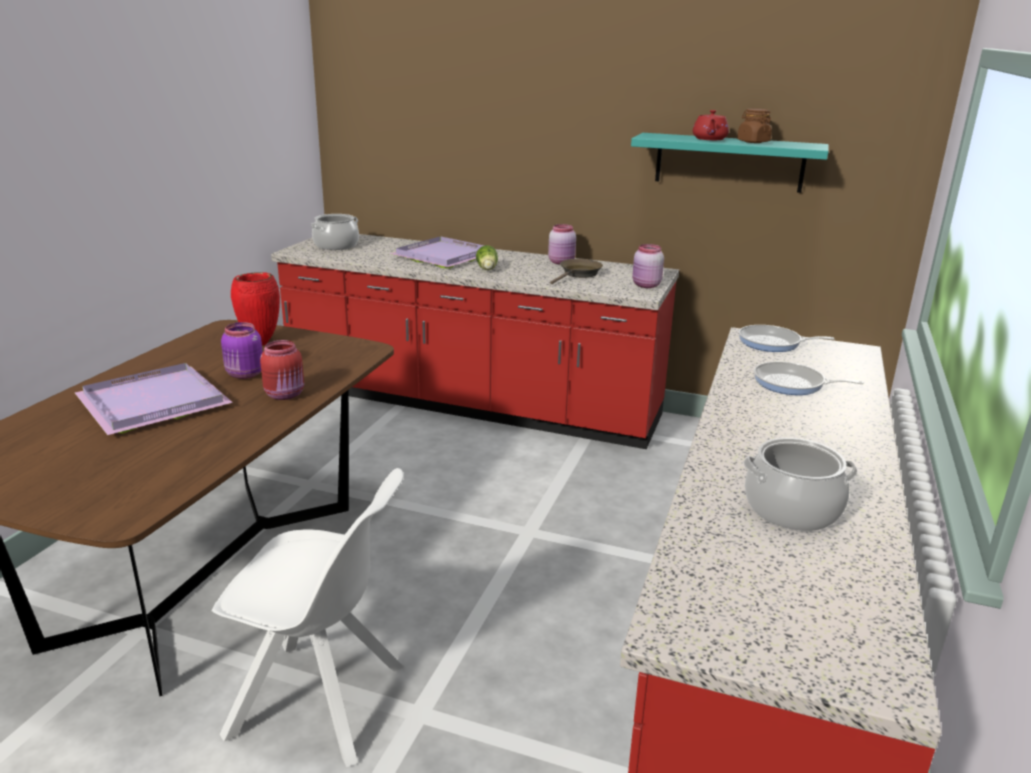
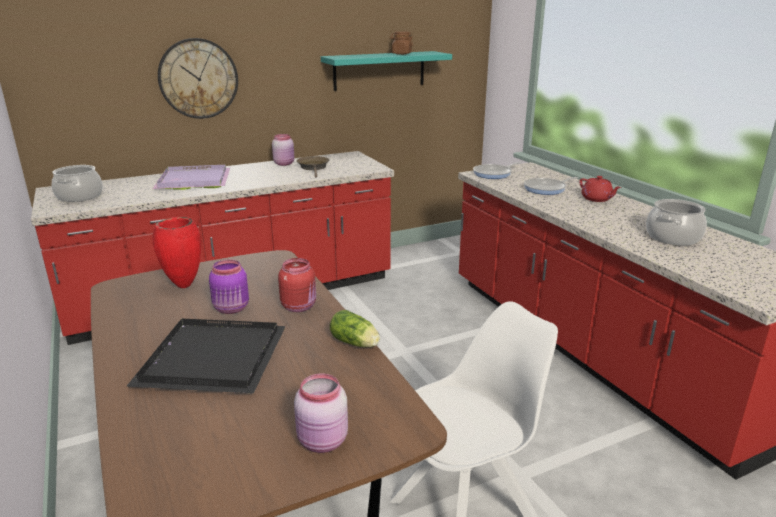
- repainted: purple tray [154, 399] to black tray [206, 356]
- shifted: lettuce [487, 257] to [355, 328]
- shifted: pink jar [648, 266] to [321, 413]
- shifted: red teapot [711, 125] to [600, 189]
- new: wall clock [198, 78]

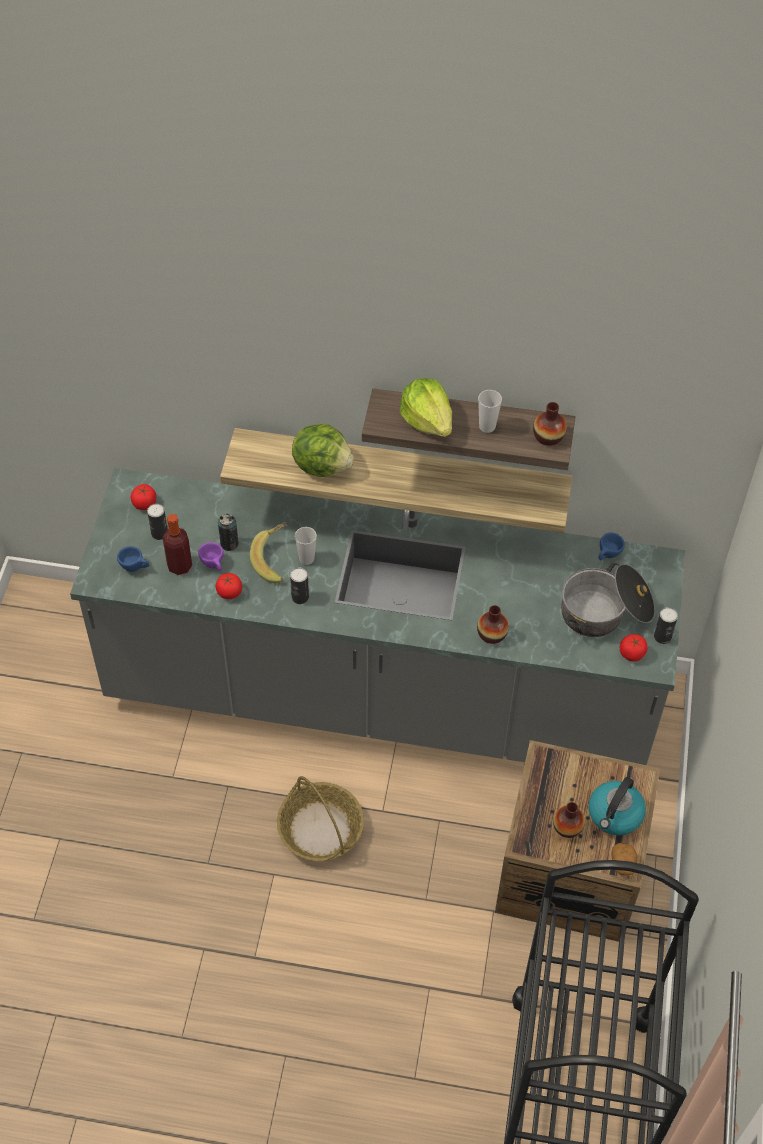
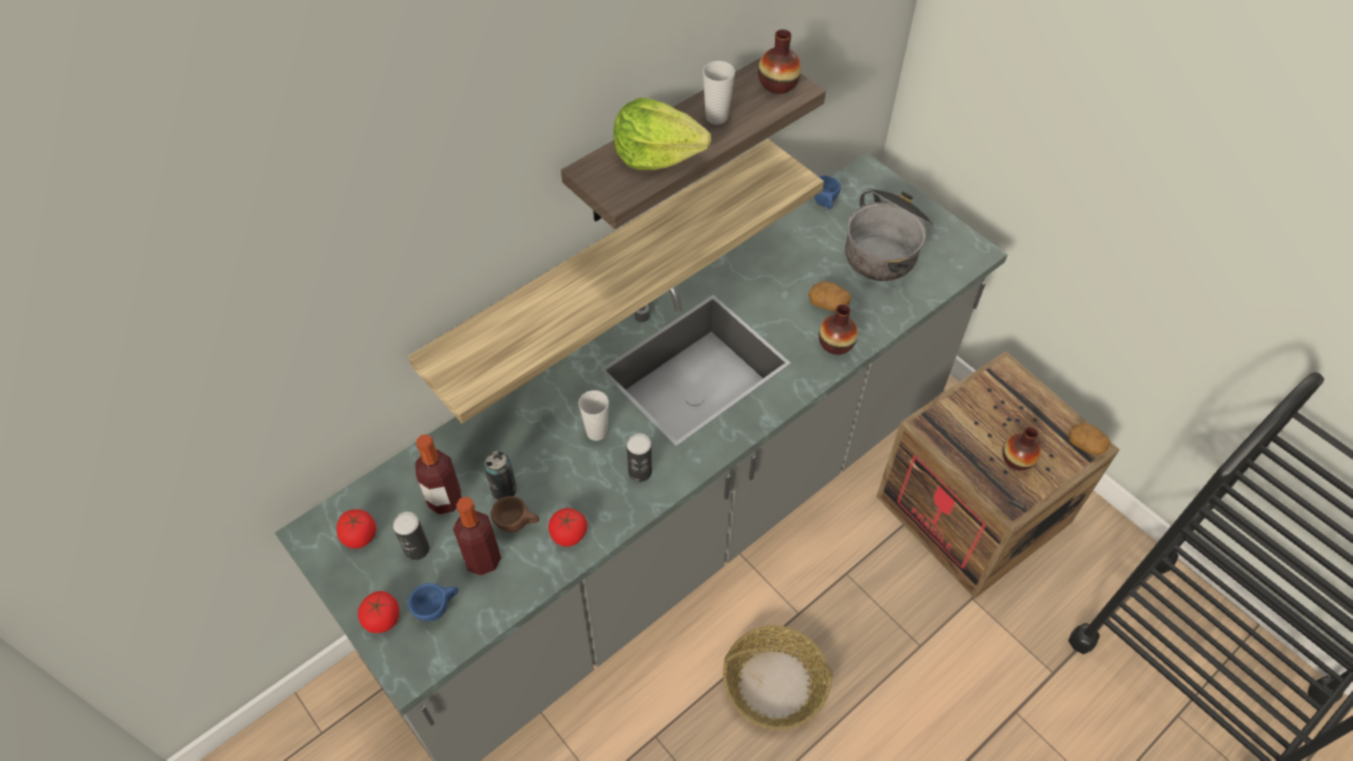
- repainted: purple cup [211, 556] to brown cup [515, 514]
- gone: banana [268, 552]
- gone: lettuce [323, 450]
- gone: kettle [617, 806]
- shifted: tomato [633, 648] to [378, 612]
- gone: can [666, 625]
- new: bottle [438, 474]
- new: potato [830, 296]

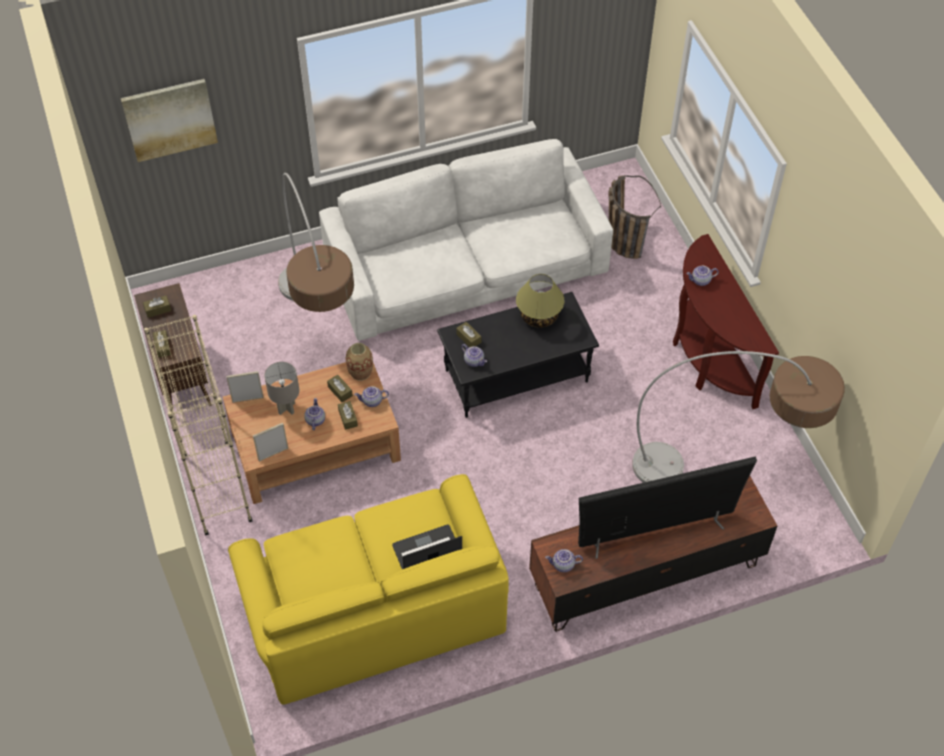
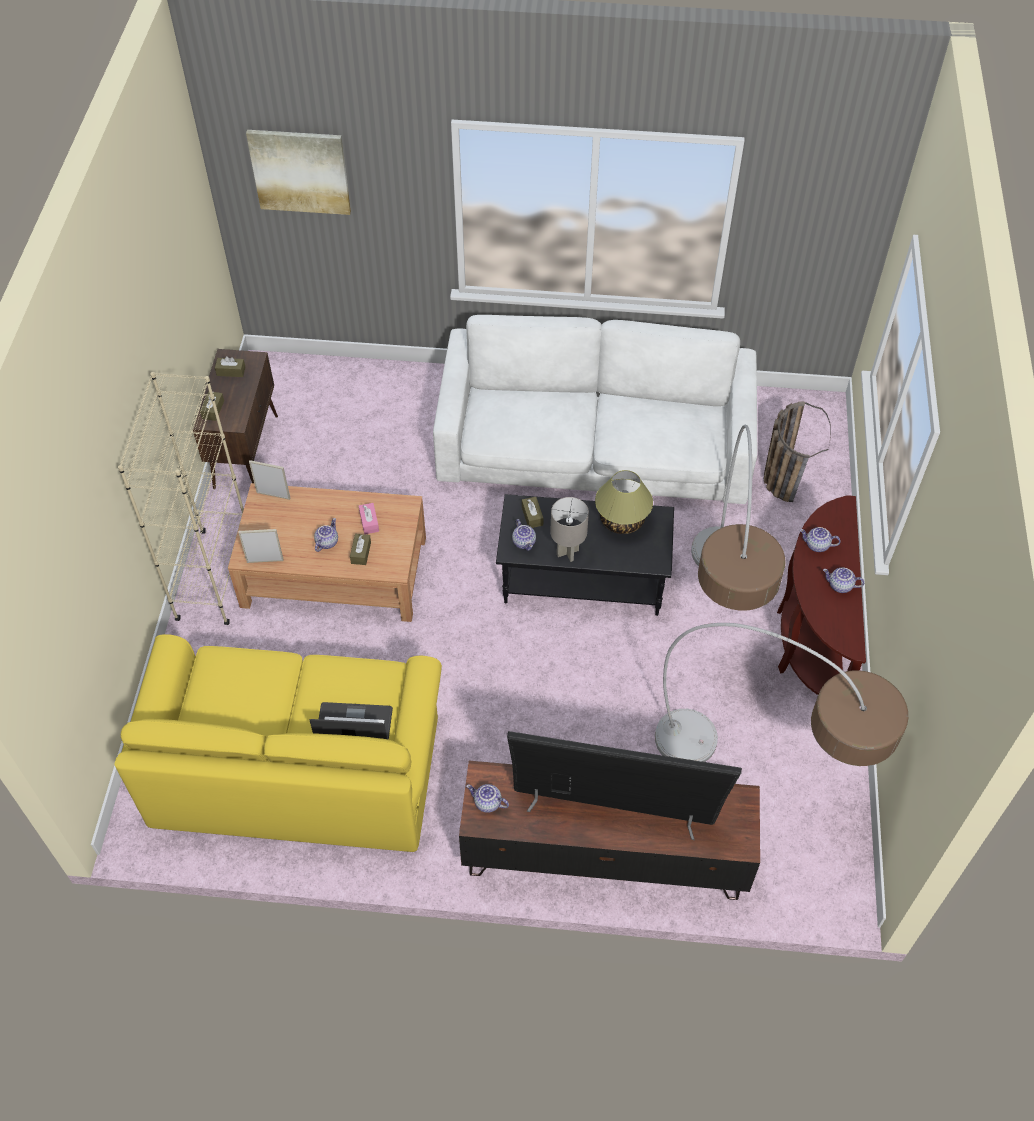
- shifted: grey table lamp [281, 388] to [569, 529]
- shifted: floor lamp [316, 242] to [738, 517]
- repainted: brown tissue box [340, 388] to pink tissue box [369, 518]
- gone: vase [359, 362]
- shifted: teapot [371, 396] to [843, 580]

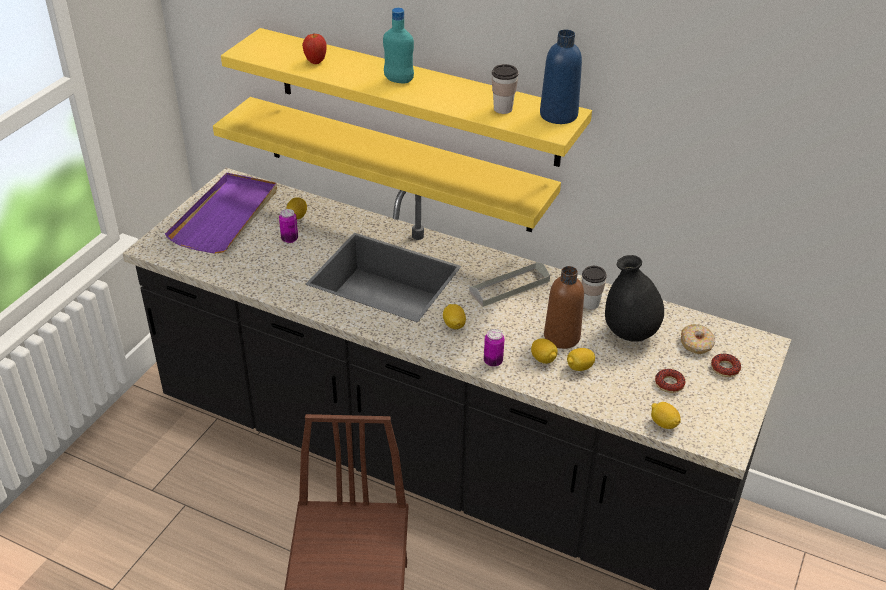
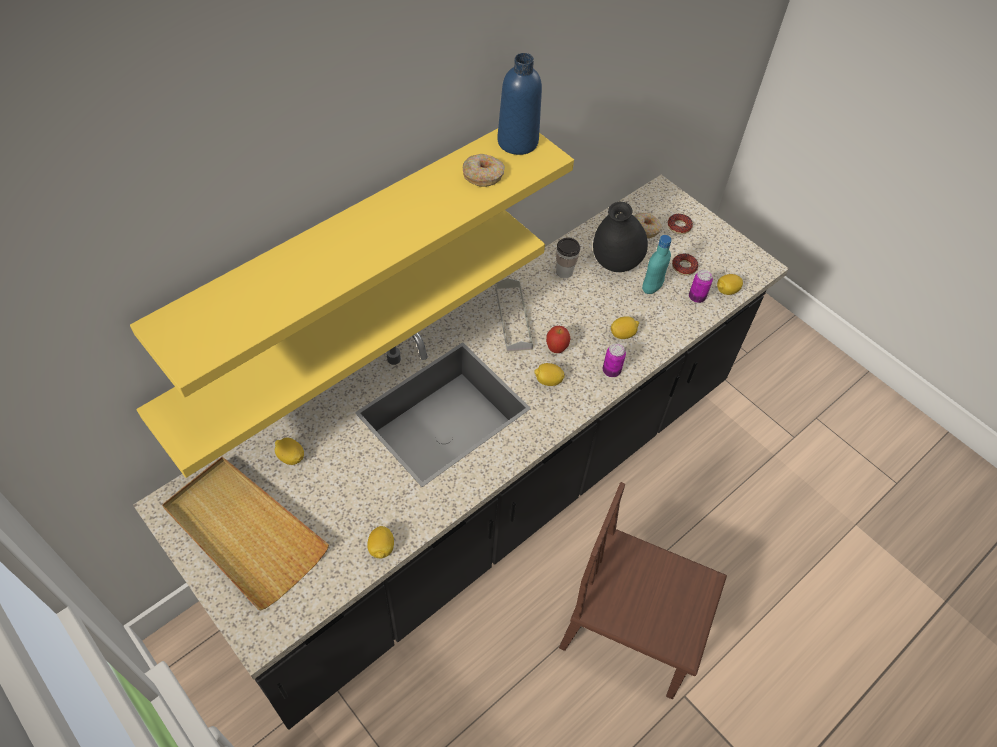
- repainted: purple tray [221, 213] to beige tray [245, 533]
- shifted: can [288, 226] to [701, 286]
- shifted: apple [314, 49] to [558, 339]
- shifted: turquoise bottle [398, 45] to [657, 264]
- swapped: cup [505, 89] to donut [484, 170]
- gone: brown bottle [564, 307]
- shifted: lemon [581, 359] to [380, 542]

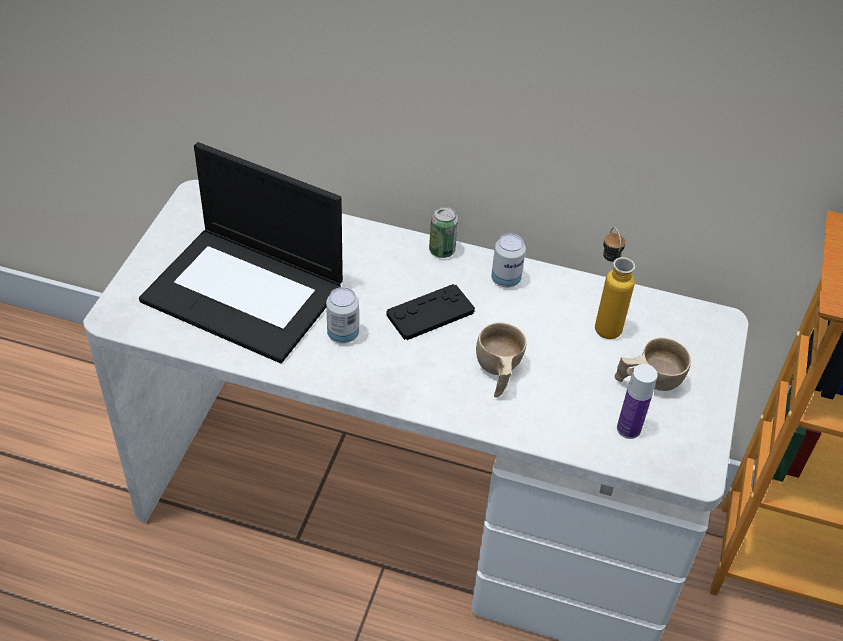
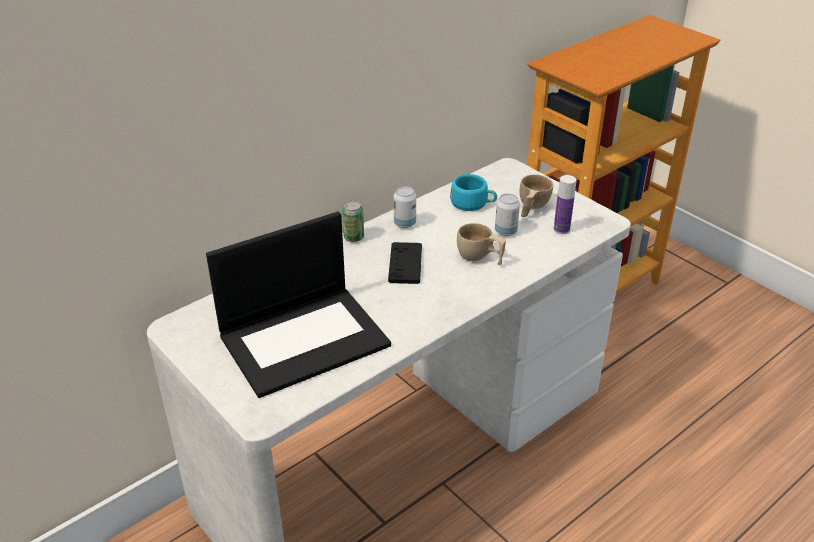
- shifted: can [342, 315] to [507, 214]
- swapped: bottle [615, 283] to turquoise cup [473, 192]

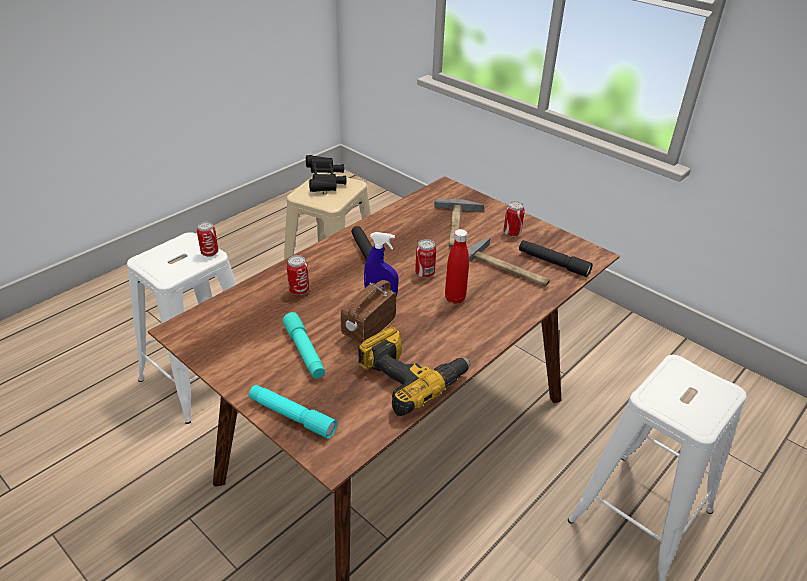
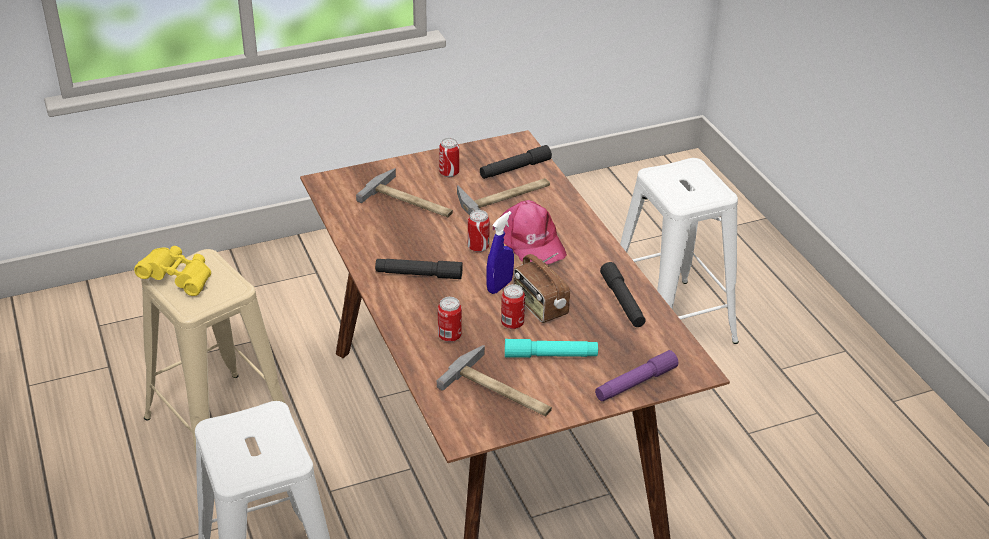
- shifted: can [208, 239] to [513, 306]
- repainted: turquoise flashlight [293, 412] to purple flashlight [636, 375]
- repainted: black binoculars [326, 173] to yellow binoculars [172, 271]
- swapped: power drill [414, 371] to black flashlight [623, 294]
- swapped: red bottle [457, 266] to pink cap [530, 232]
- new: hammer [494, 381]

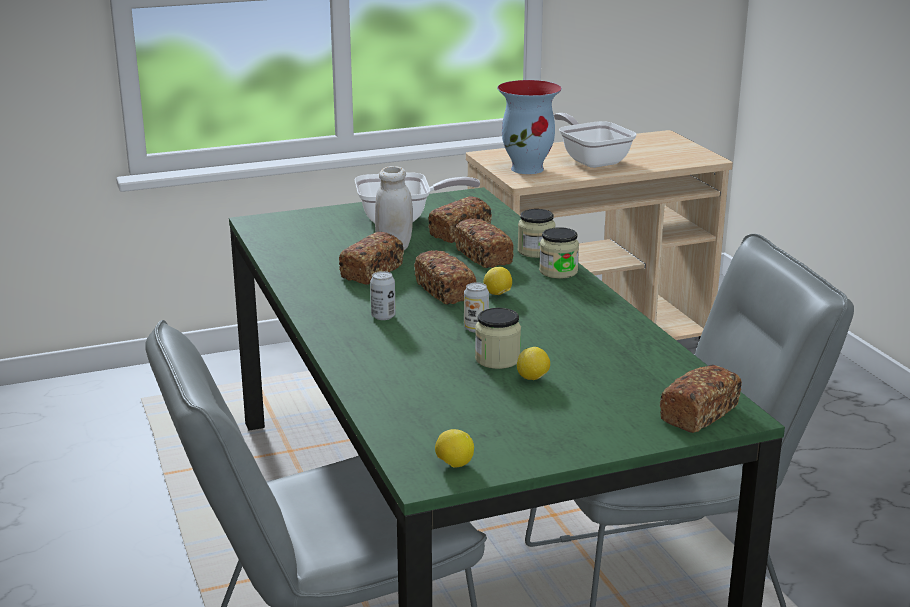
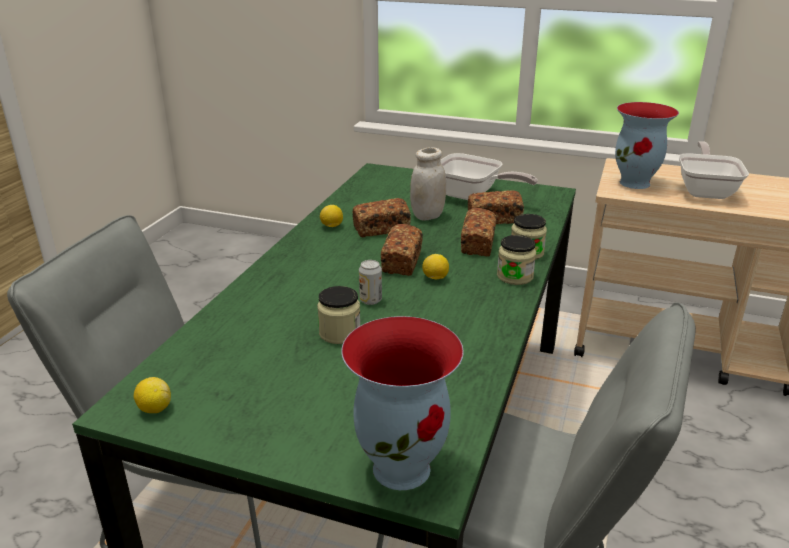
- gone: can [383, 295]
- shifted: lemon [533, 363] to [331, 216]
- swapped: bread [701, 399] to vase [402, 403]

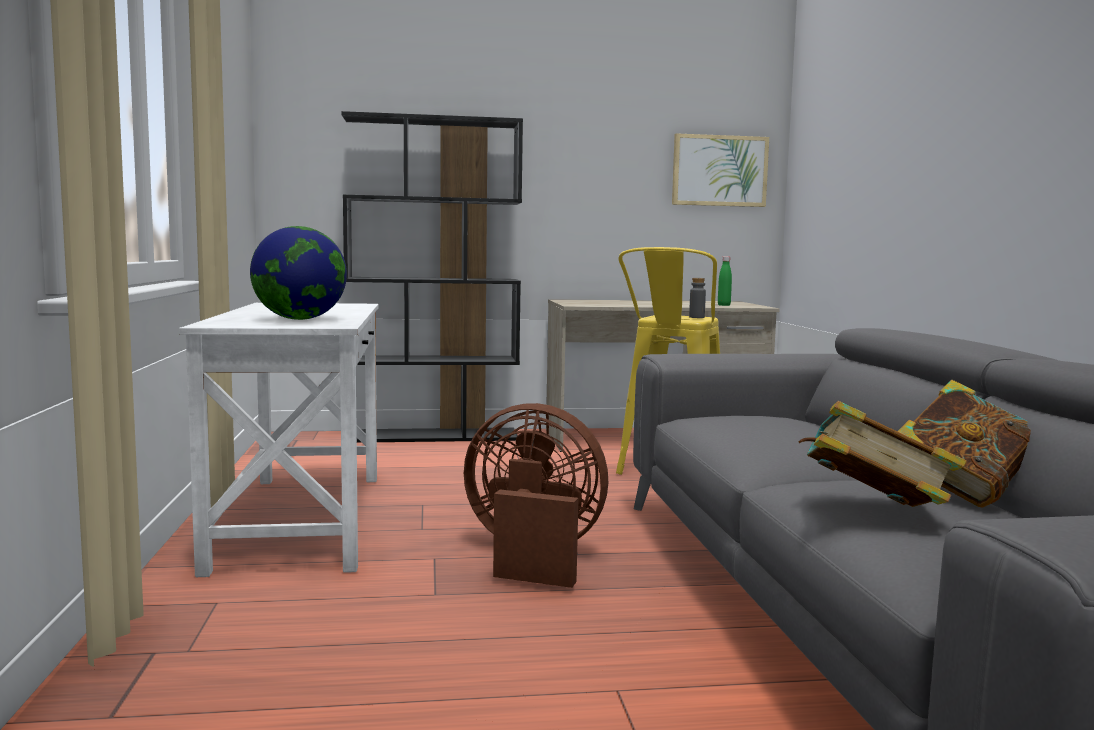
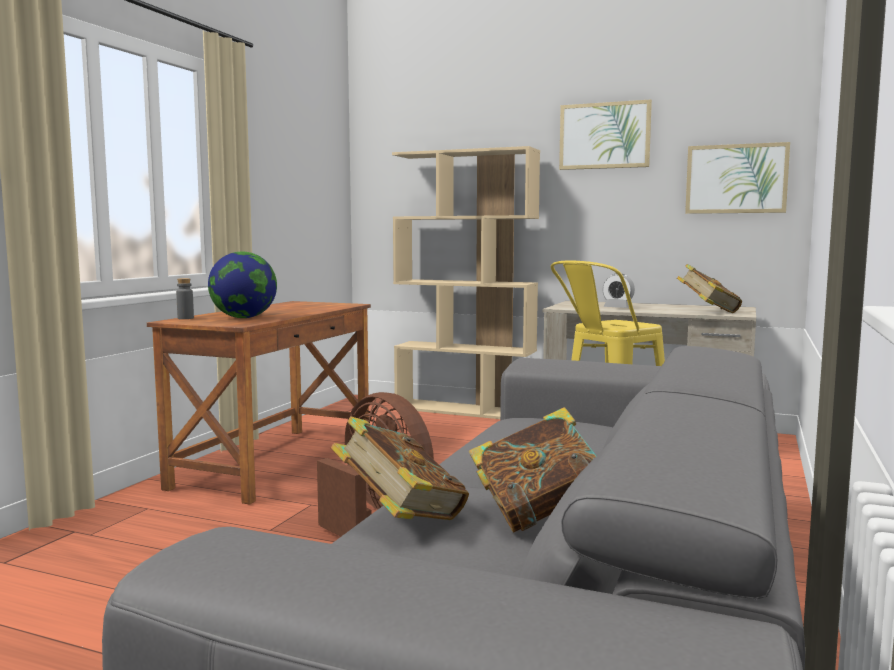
- repainted: white desk [279, 440] to brown desk [259, 403]
- repainted: black bookcase [432, 277] to beige bookcase [466, 282]
- shifted: grey bottle [697, 298] to [185, 298]
- swapped: green bottle [725, 281] to book [709, 288]
- new: picture [605, 134]
- new: alarm clock [618, 291]

